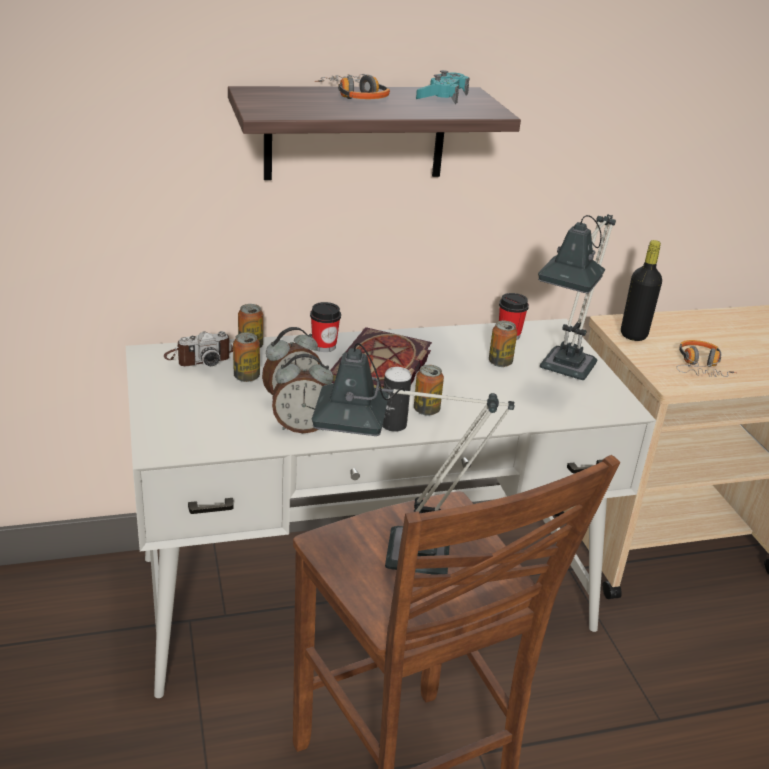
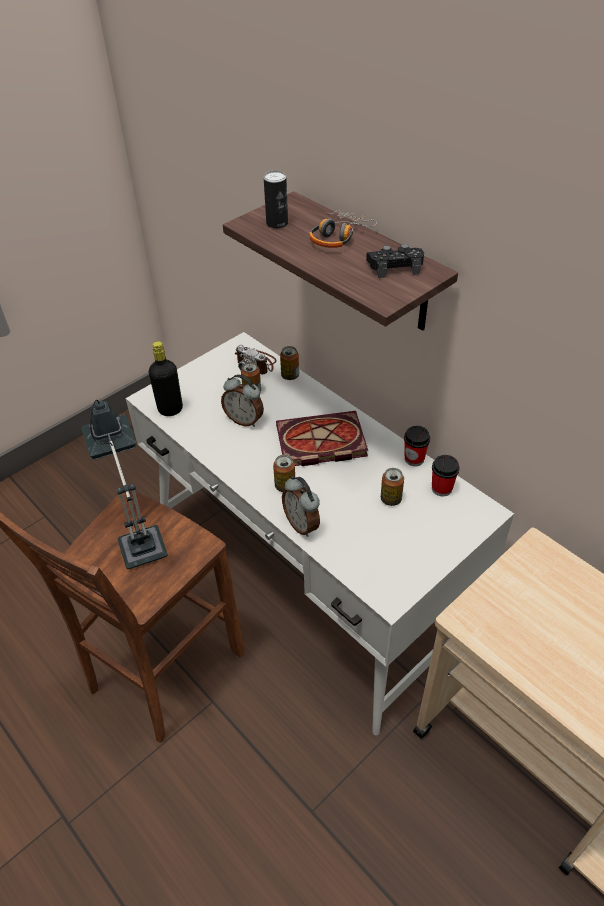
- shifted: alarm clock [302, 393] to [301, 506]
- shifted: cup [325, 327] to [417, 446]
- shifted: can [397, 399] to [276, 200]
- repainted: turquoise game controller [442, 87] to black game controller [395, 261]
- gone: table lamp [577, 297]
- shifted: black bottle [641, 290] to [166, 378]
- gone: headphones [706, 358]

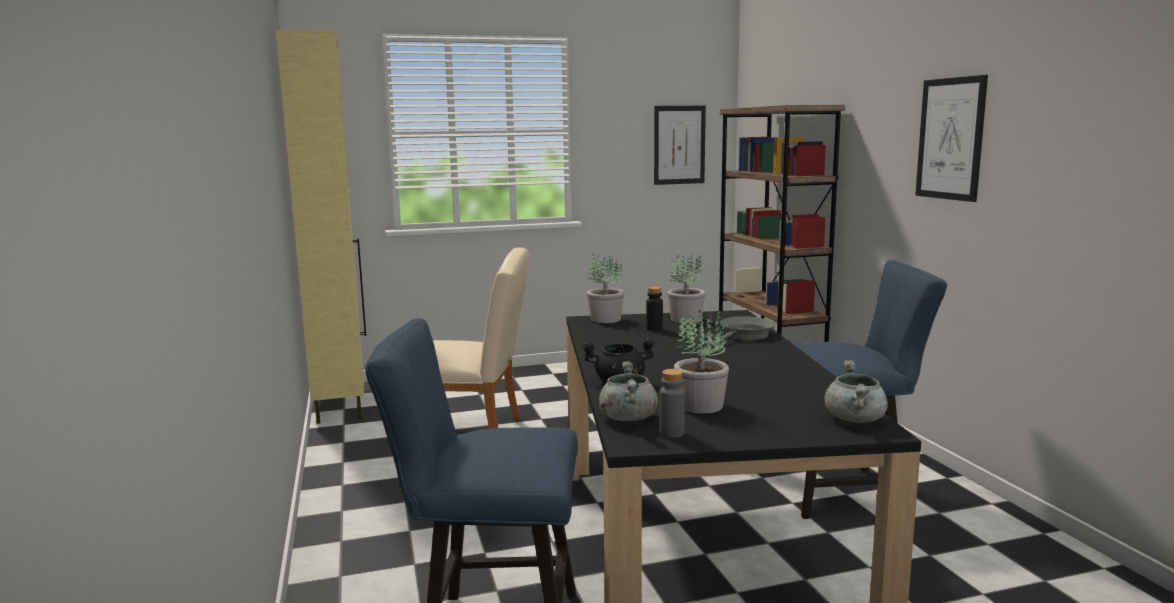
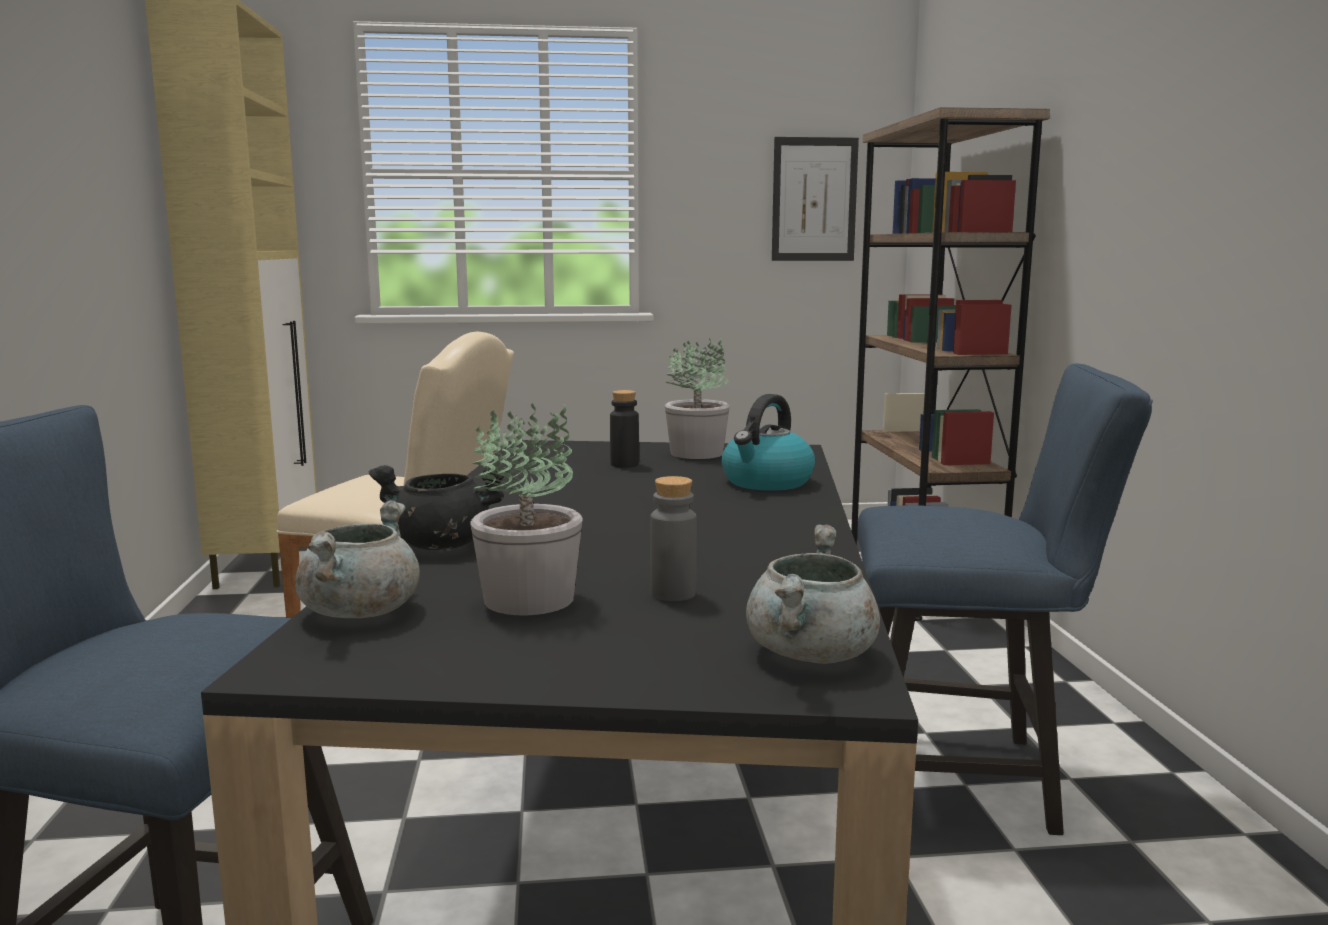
- gone: potted plant [605, 288]
- shifted: grey bottle [672, 403] to [673, 538]
- swapped: grey frying pan [742, 331] to kettle [768, 442]
- gone: picture [951, 138]

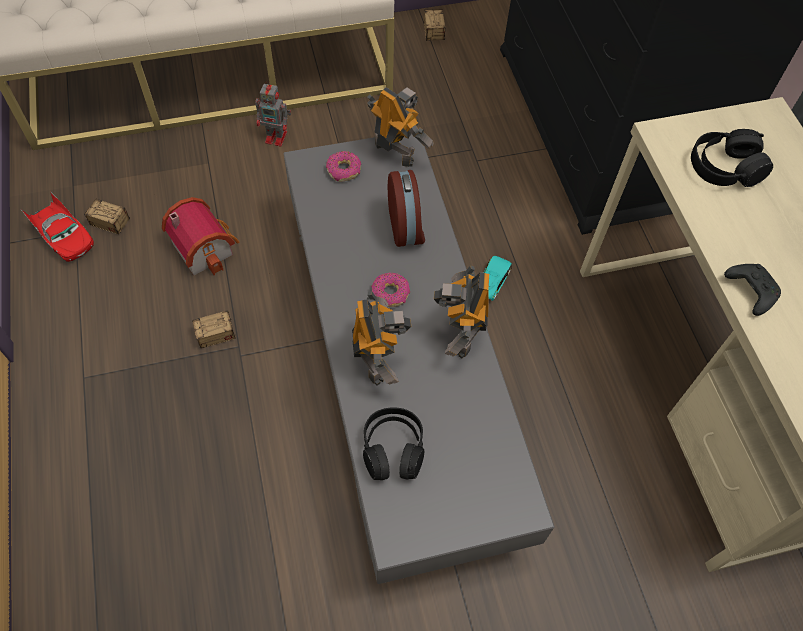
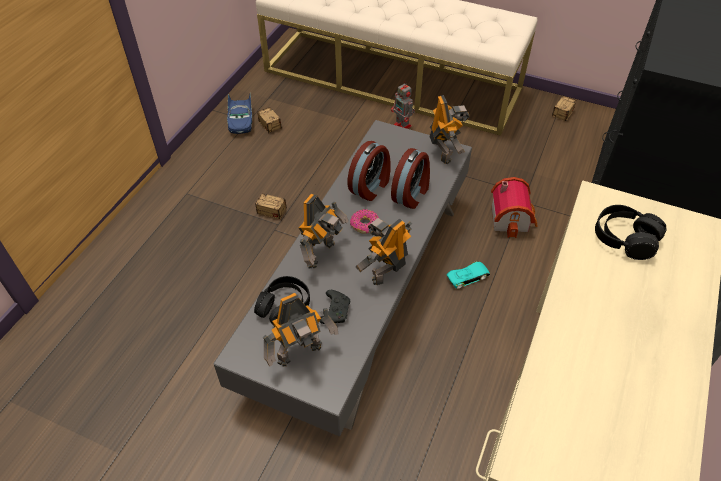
- repainted: red toy car [58, 226] to blue toy car [239, 114]
- shifted: toy house [200, 236] to [514, 207]
- gone: donut [343, 166]
- shifted: black game controller [752, 290] to [334, 307]
- new: toy robot [301, 329]
- new: alarm clock [369, 171]

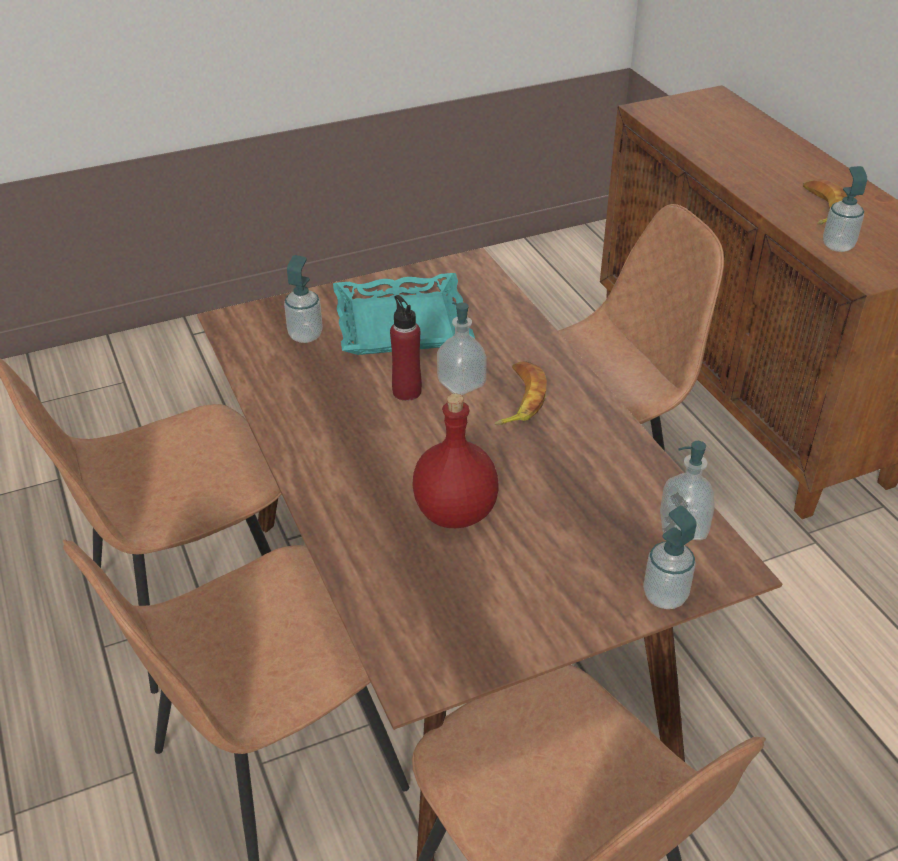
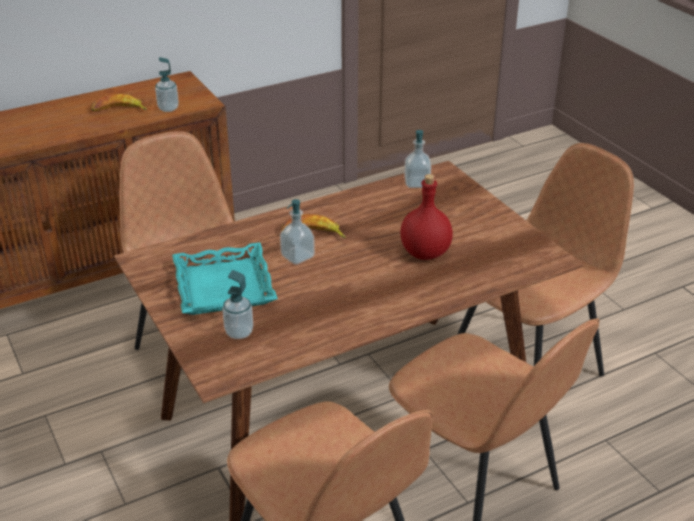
- gone: red bottle [406, 348]
- gone: soap dispenser [670, 557]

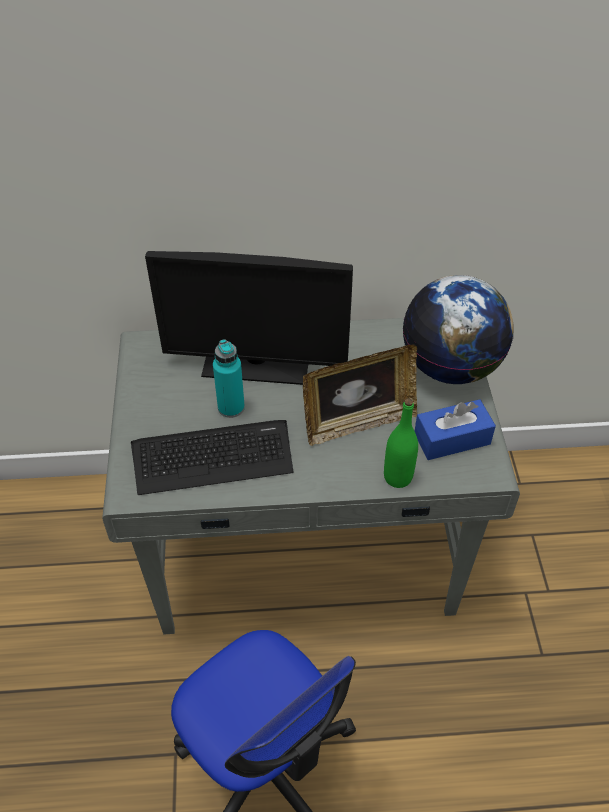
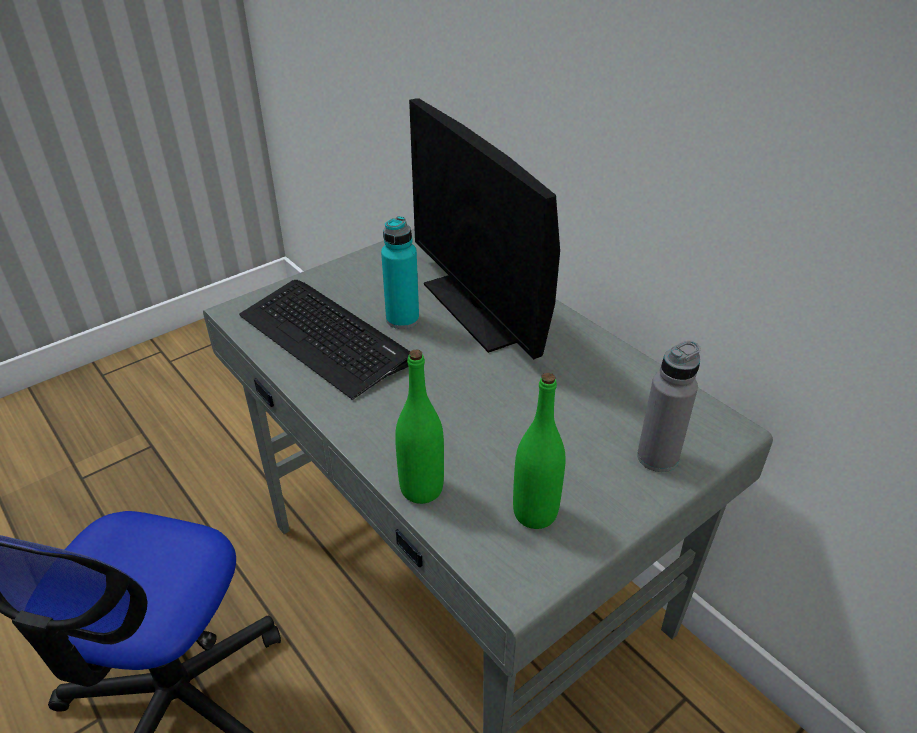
- gone: picture frame [360, 395]
- swapped: globe [458, 329] to grey bottle [669, 406]
- swapped: blue tissue box [455, 429] to green bottle [539, 451]

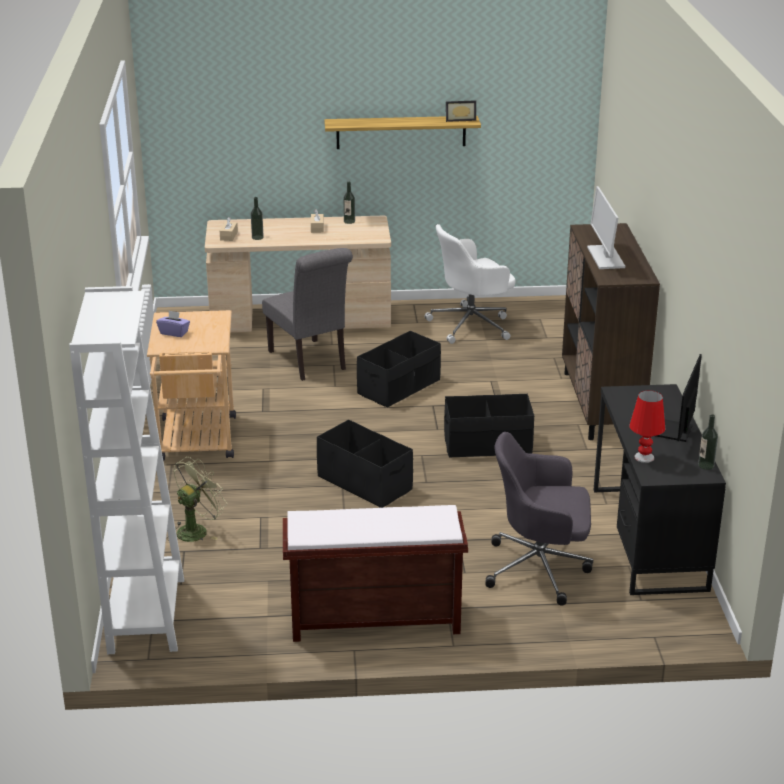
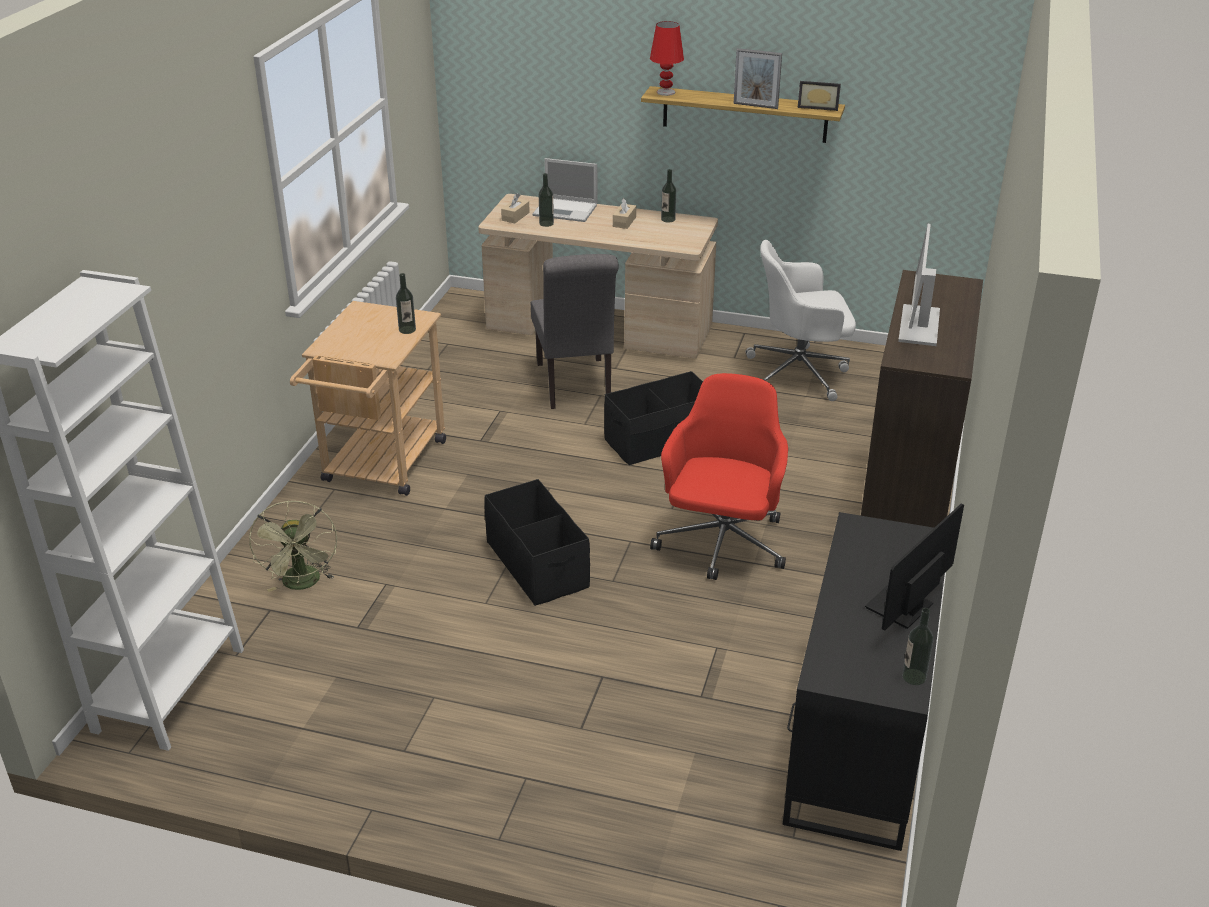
- gone: purple tissue box [173, 323]
- rotated: green fan [197, 499] = [293, 546] 105 degrees clockwise
- gone: brown bench [375, 573]
- swapped: black storage box [489, 426] to red office chair [719, 476]
- gone: grey office chair [539, 519]
- shifted: red table lamp [647, 426] to [667, 58]
- new: bottle [406, 303]
- new: laptop [565, 190]
- new: picture frame [757, 78]

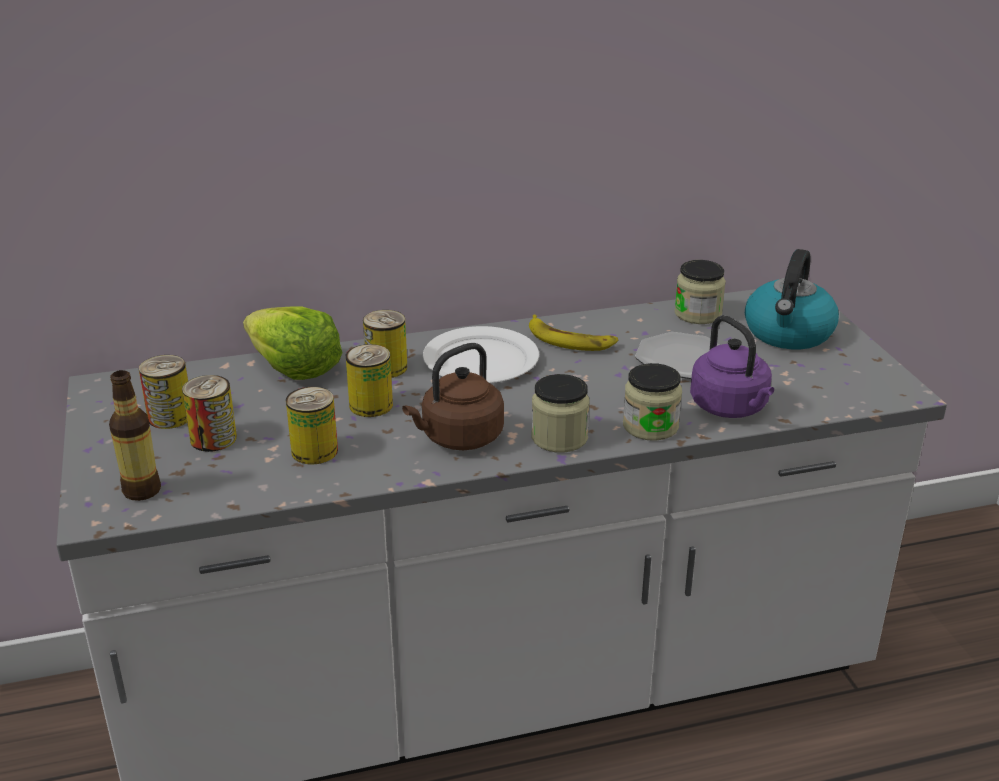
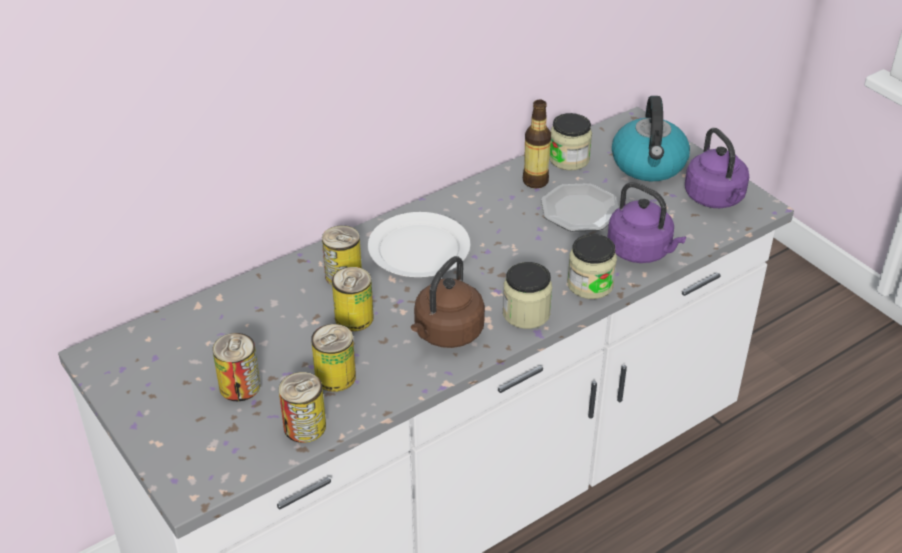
- shifted: bottle [135, 435] to [537, 144]
- shifted: can [163, 392] to [302, 407]
- gone: lettuce [292, 343]
- gone: banana [573, 333]
- new: purple kettle [717, 168]

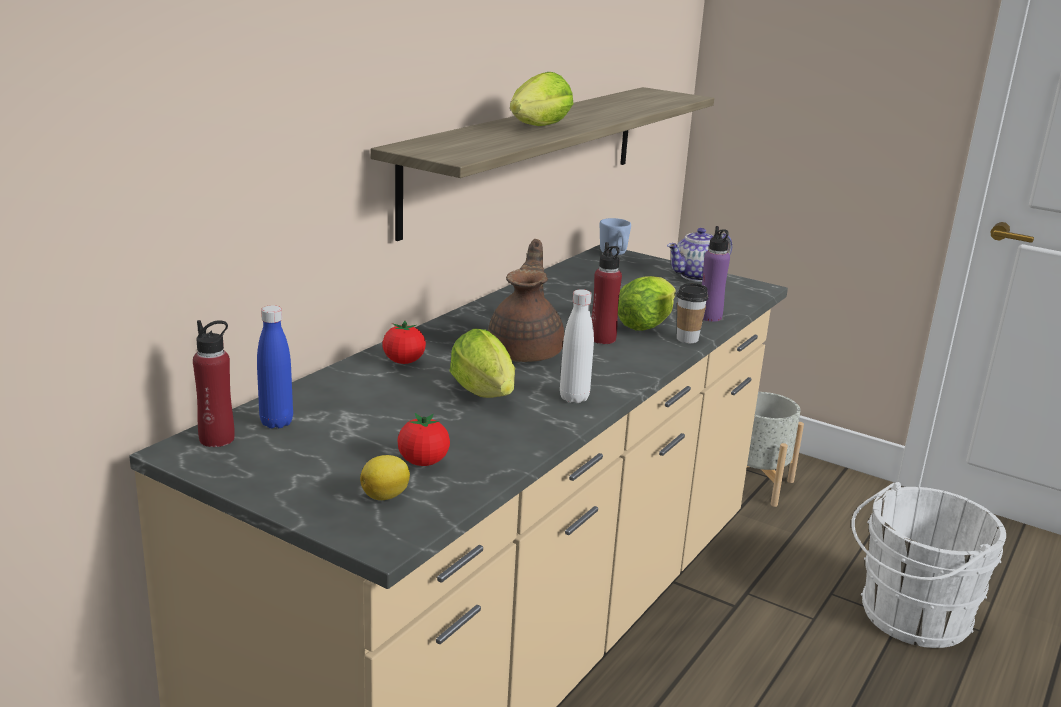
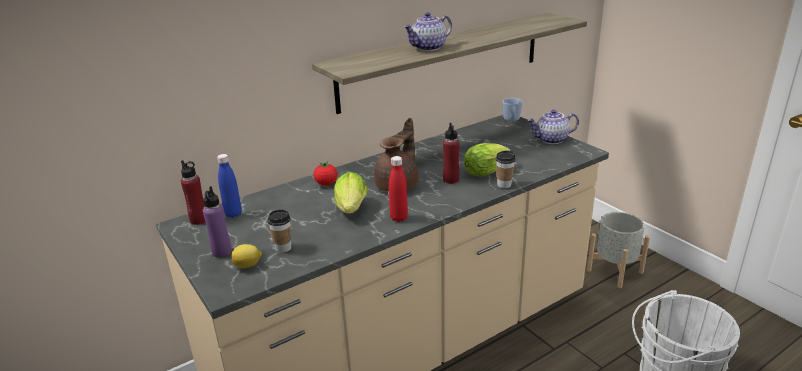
- swapped: tomato [423, 439] to cup [279, 231]
- swapped: lettuce [541, 99] to teapot [428, 31]
- repainted: white bottle [577, 346] to red bottle [398, 189]
- shifted: purple bottle [716, 274] to [217, 222]

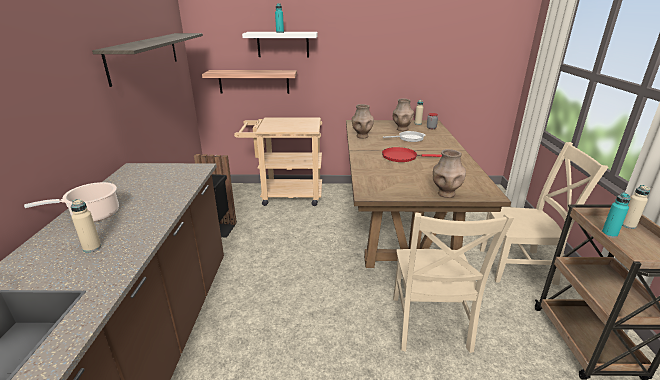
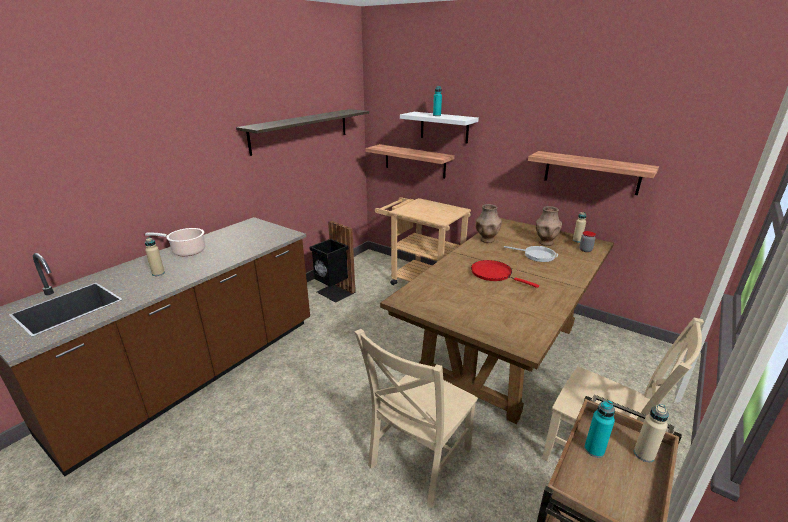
- gone: brown vase [449, 173]
- new: shelf [593, 173]

